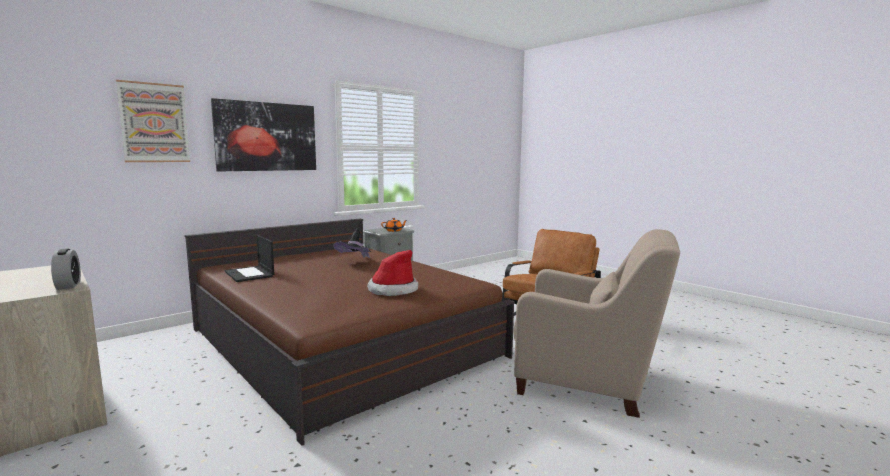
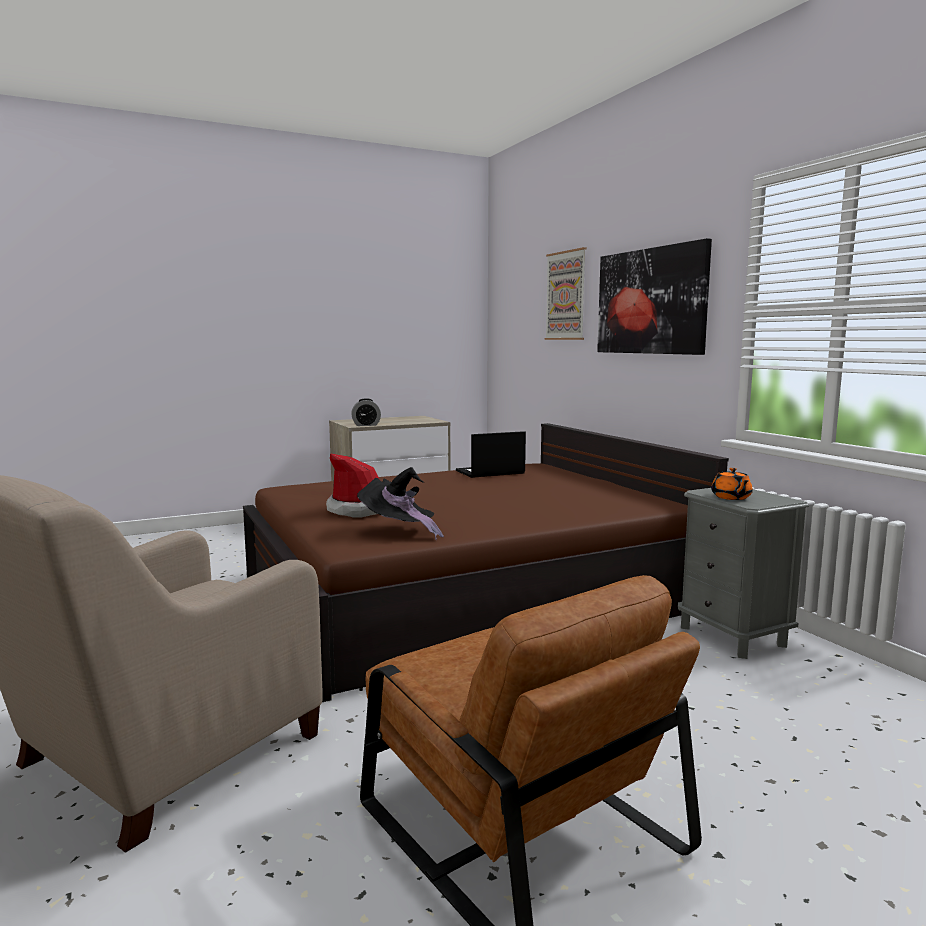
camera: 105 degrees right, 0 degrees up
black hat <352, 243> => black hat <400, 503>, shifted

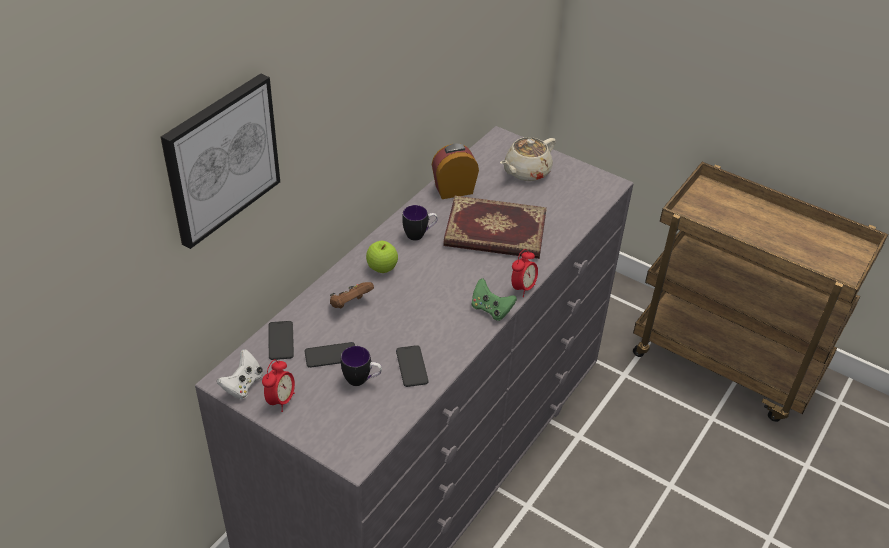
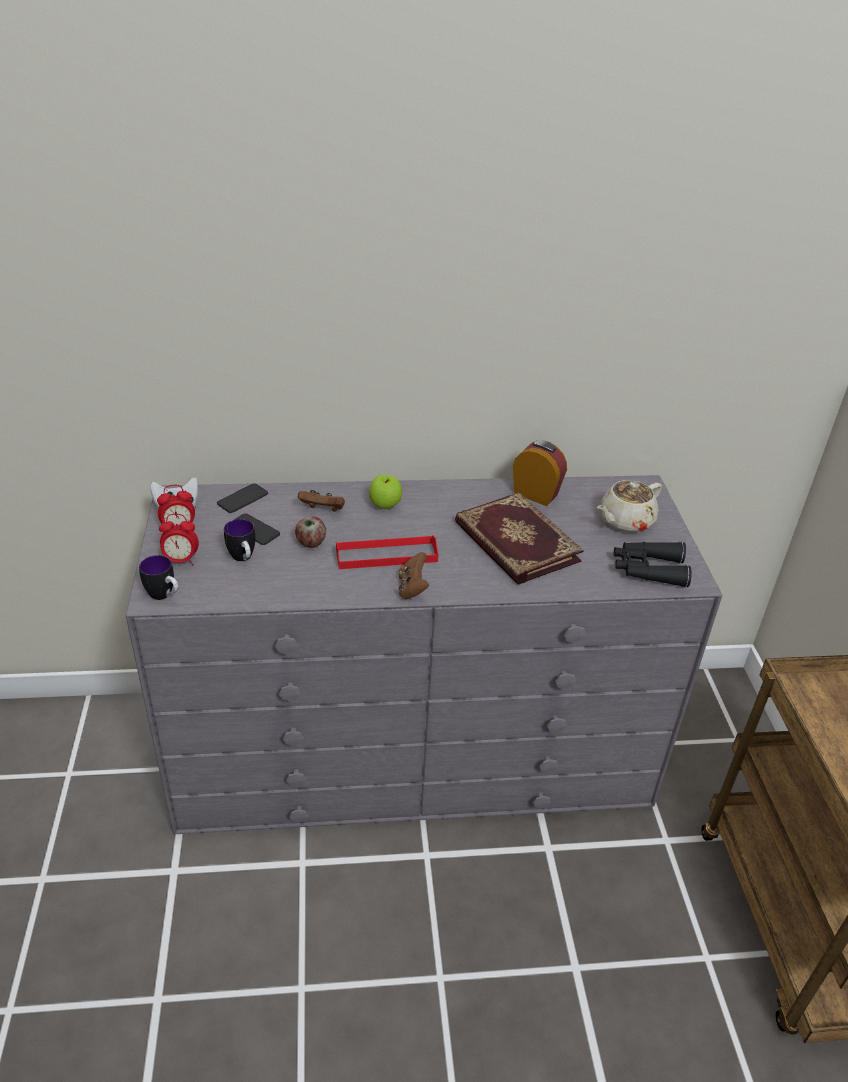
camera: 50 degrees right, 5 degrees down
wall picture <220, 161> => nothing
phone <412, 366> => nothing
nothing => apple <310, 532>
nothing => red tray <387, 552>
nothing => black binoculars <653, 564>
coffee mug <420, 223> => coffee mug <159, 577>, shifted
alarm clock <524, 273> => alarm clock <179, 540>, shifted
greenish game controller <494, 299> => brown game controller <414, 575>
sand-coloured tea pot <528, 159> => sand-coloured tea pot <629, 506>, 45 degrees counterclockwise

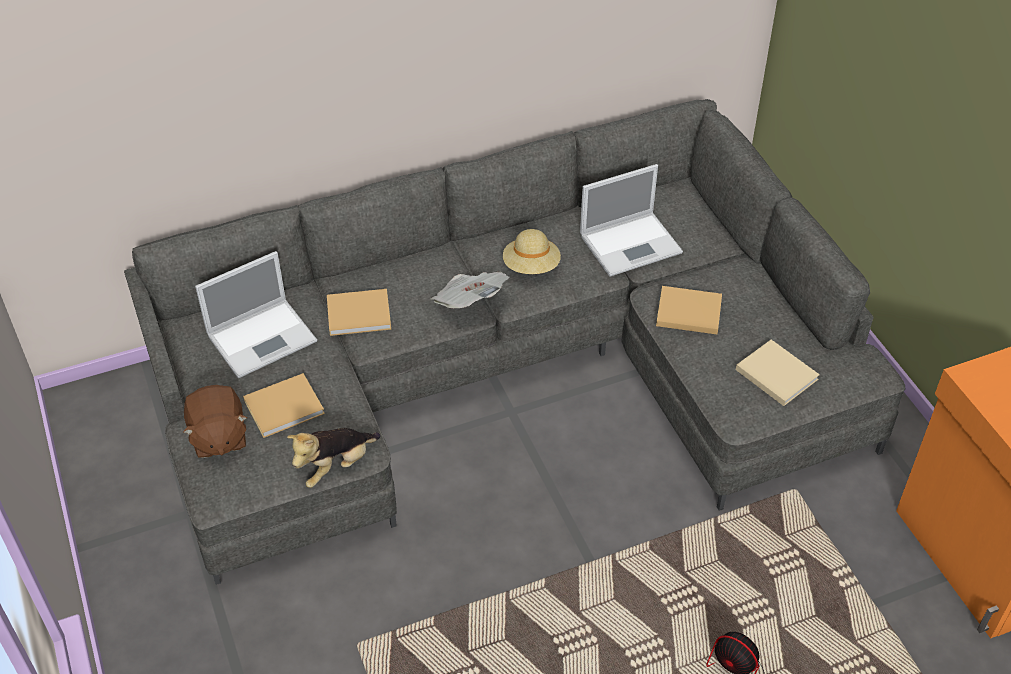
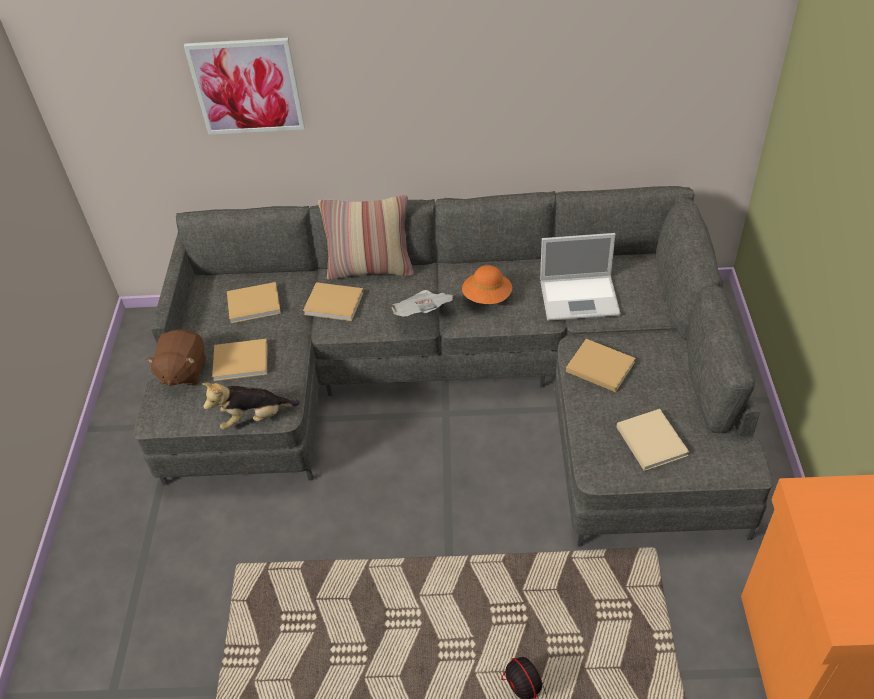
camera: 25 degrees right, 0 degrees up
nothing => wall picture <244, 86>
nothing => throw pillow <366, 237>
notebook computer <256, 314> => sand-coloured bound book <254, 302>
sand-coloured hat <532, 251> => orange hat <487, 284>

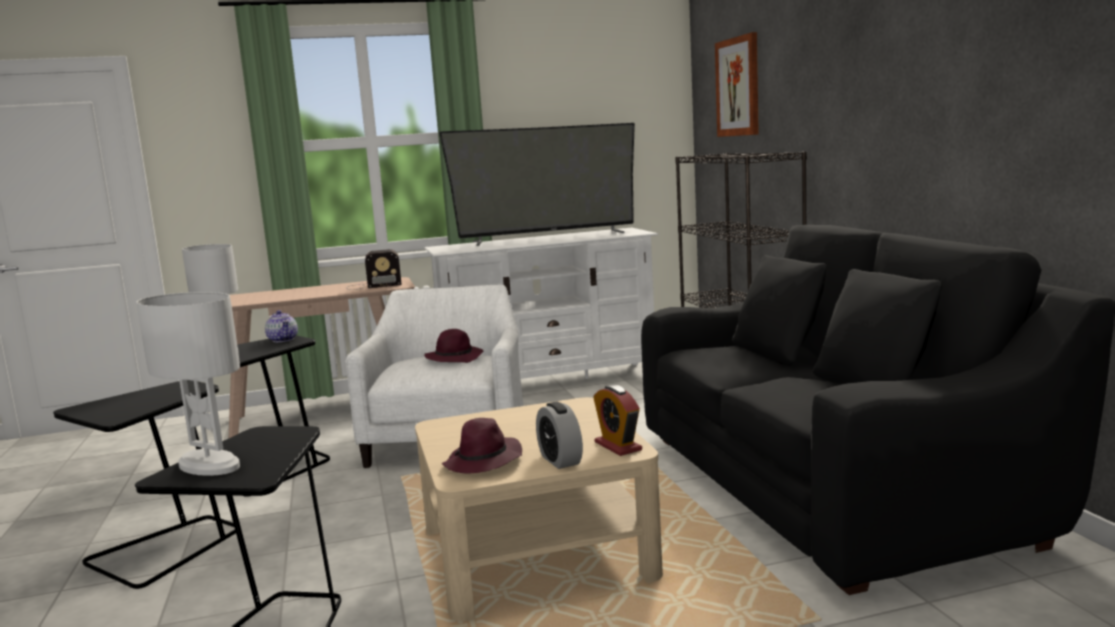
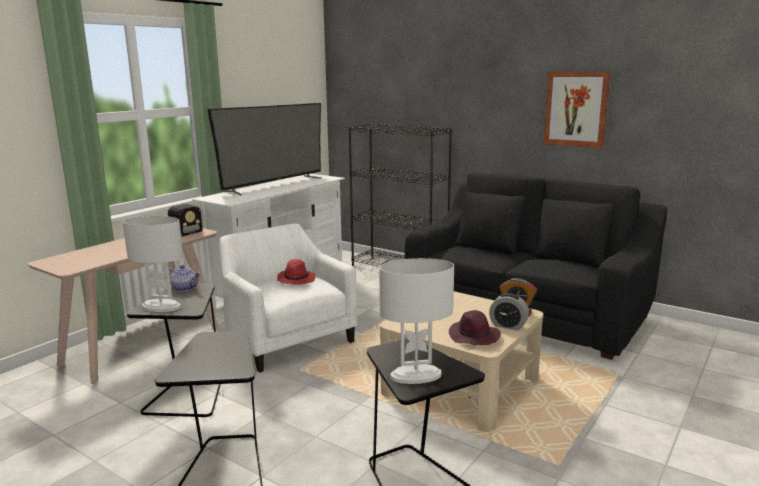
camera: 40 degrees left, 5 degrees up
wall picture <737, 84> => wall picture <577, 110>, shifted
purple hat <453, 346> => red hat <296, 272>

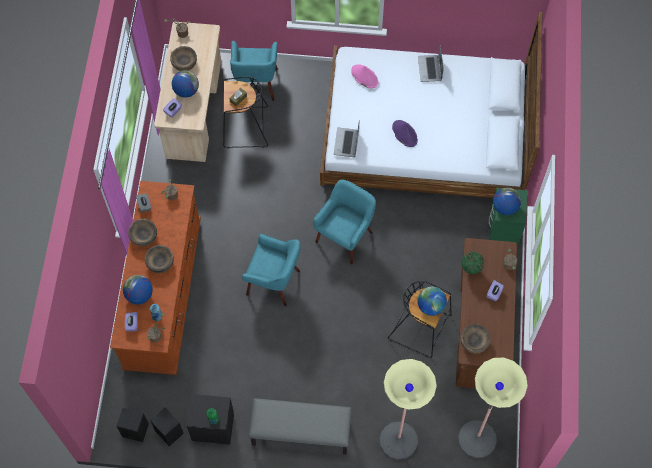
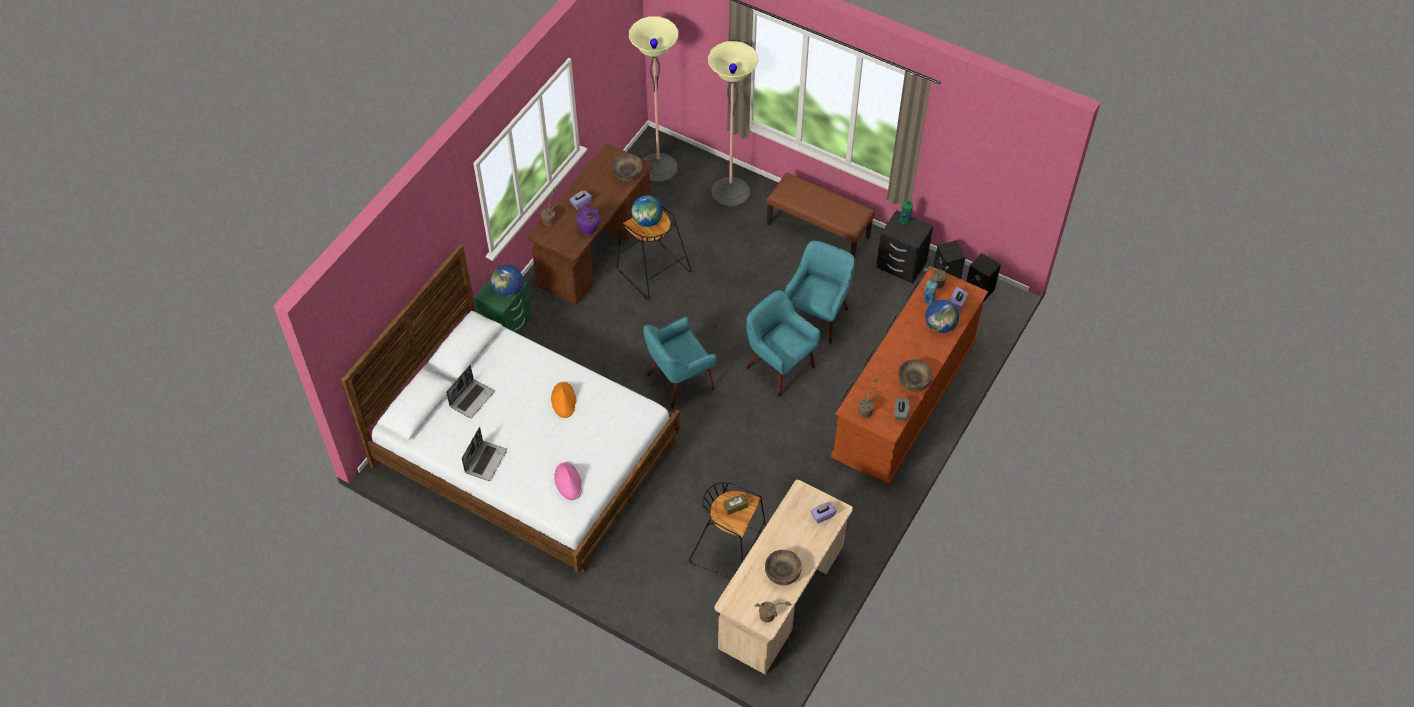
camera: 155 degrees left, 10 degrees down
brown deep dish <159, 259> => nothing
world globe <185, 84> => nothing
turquoise-coloured easy chair <254, 71> => turquoise-coloured easy chair <820, 292>, shifted
notebook computer <346, 140> => notebook computer <470, 391>, shifted
greyish bench <300, 426> => brown bench <820, 215>
purple hat <405, 133> => orange hat <563, 400>
greenish decorative vase <473, 263> => purple decorative vase <588, 219>

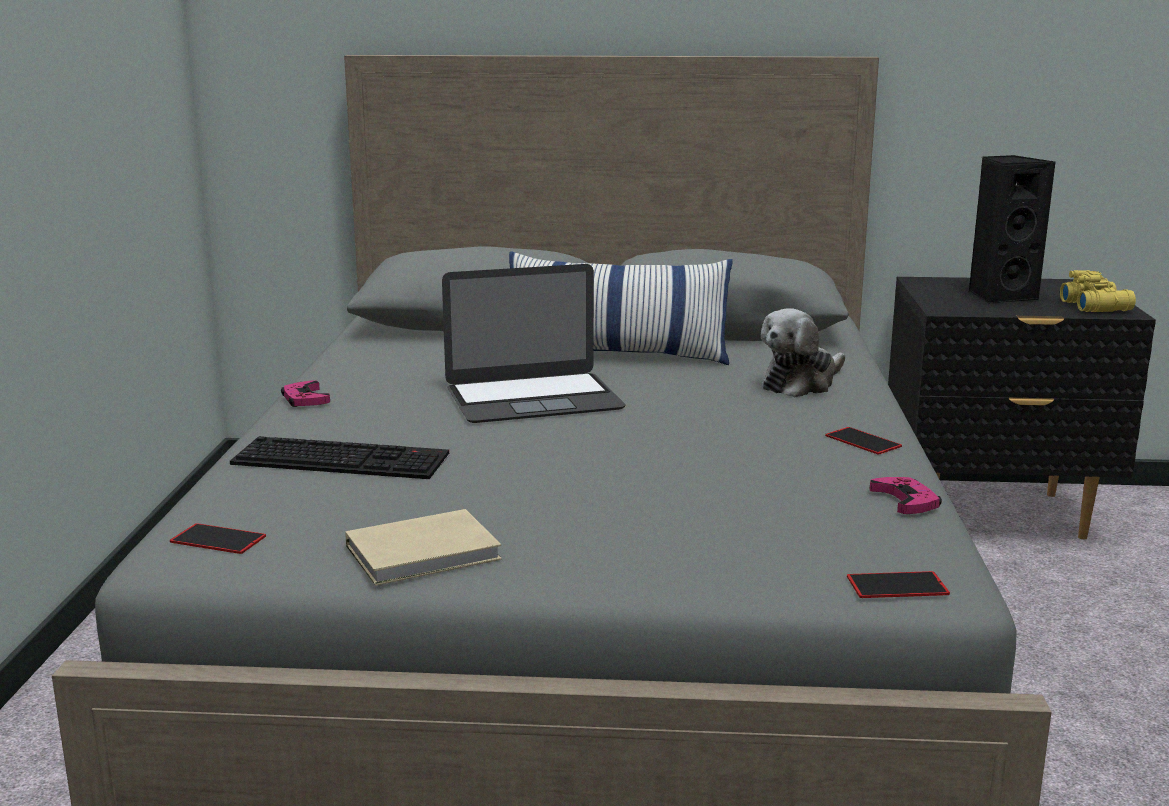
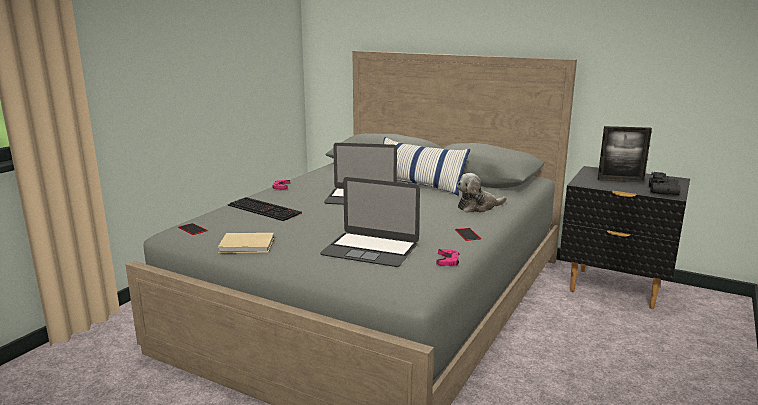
camera: 25 degrees right, 0 degrees up
phone <898, 584> => nothing
nothing => notebook computer <370, 222>
black audio speaker <1012, 229> => picture frame <625, 154>
yellow binoculars <1098, 291> => black binoculars <664, 183>

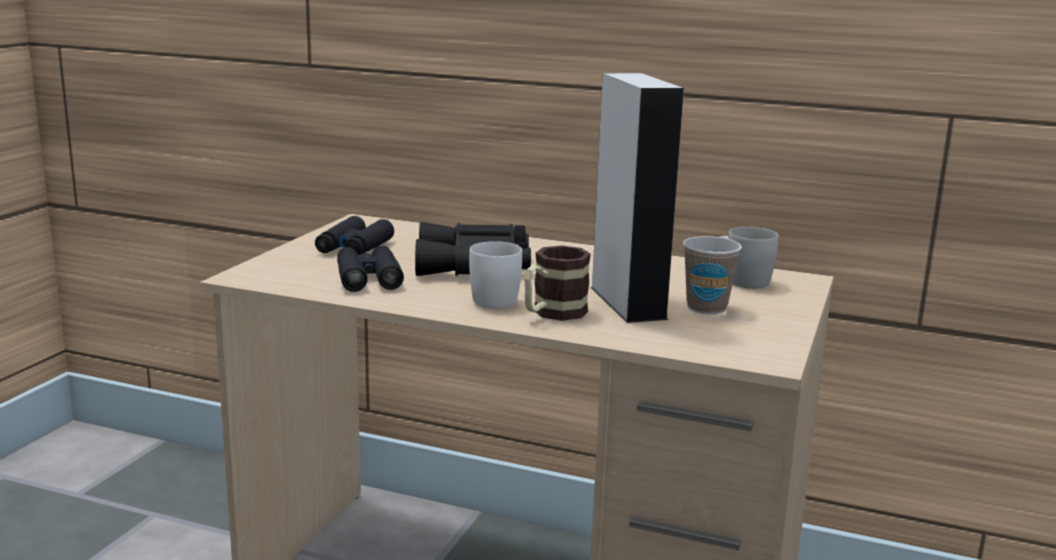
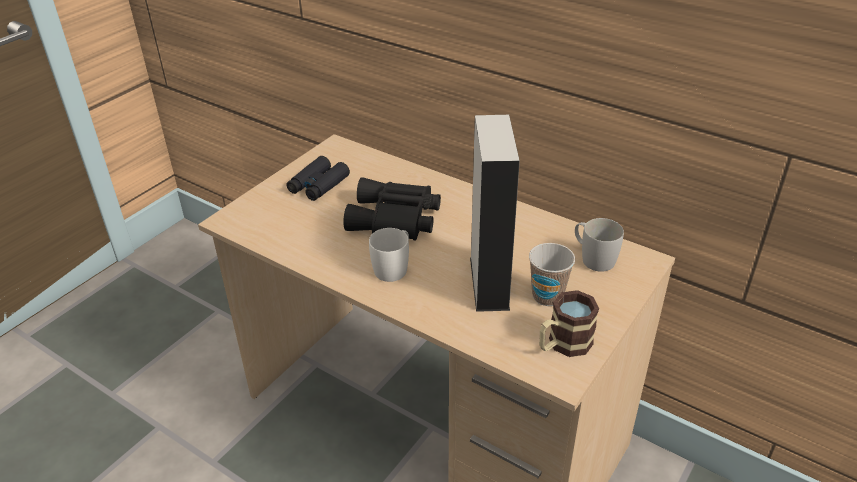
camera: 15 degrees right, 20 degrees up
black binoculars <370, 268> => nothing
coffee mug <557, 283> => coffee mug <569, 323>, shifted

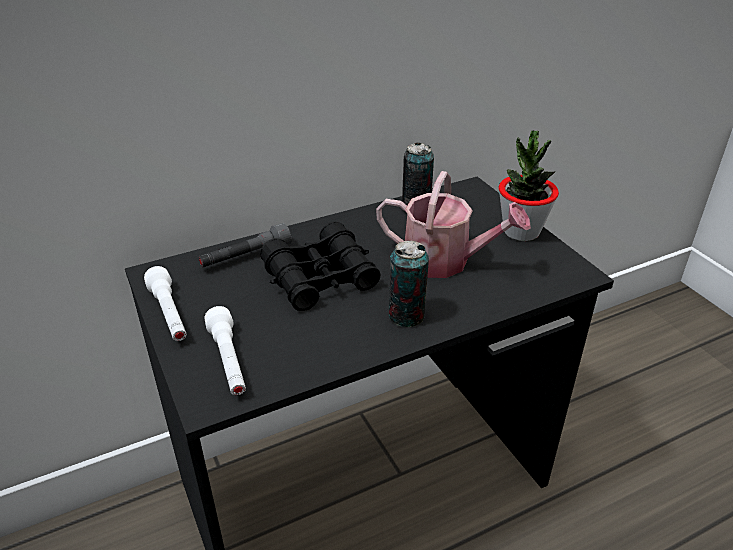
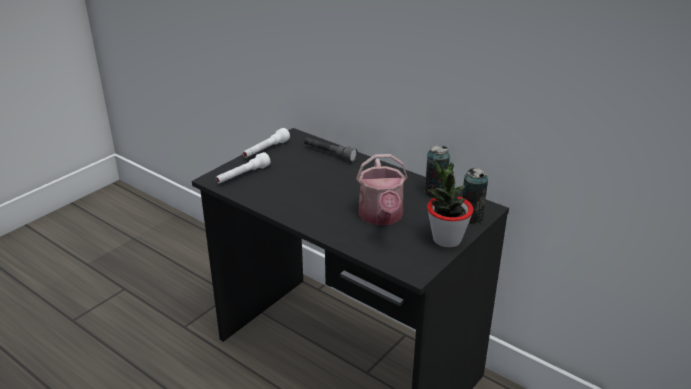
camera: 65 degrees right, 5 degrees down
black binoculars <320, 266> => nothing
metal can <409, 284> => metal can <475, 196>, shifted

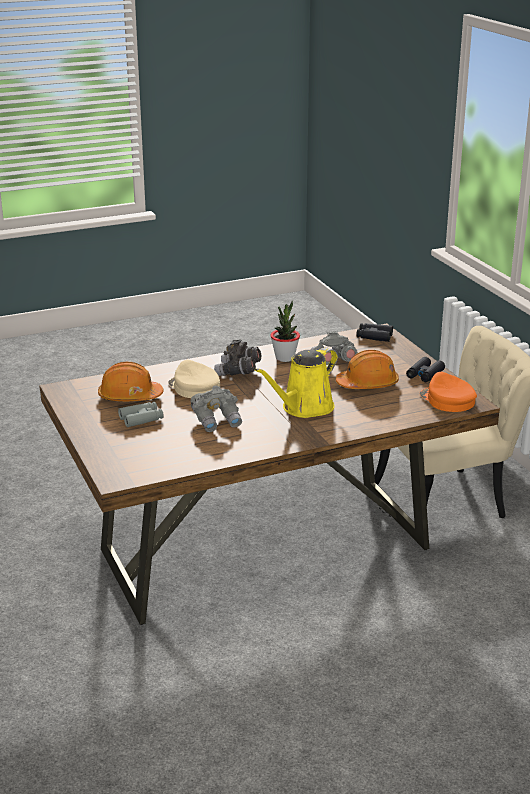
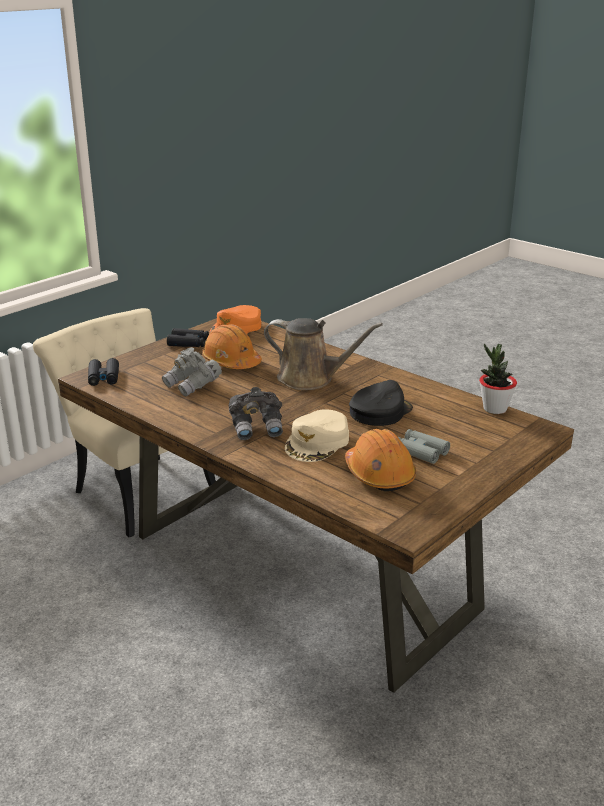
camera: 115 degrees left, 0 degrees up
plant in a pot <285, 331> => plant in a pot <498, 378>, shifted
greyish binoculars <216, 408> => black peaked cap <381, 403>
yellow watering can <296, 382> => brown watering can <323, 354>

